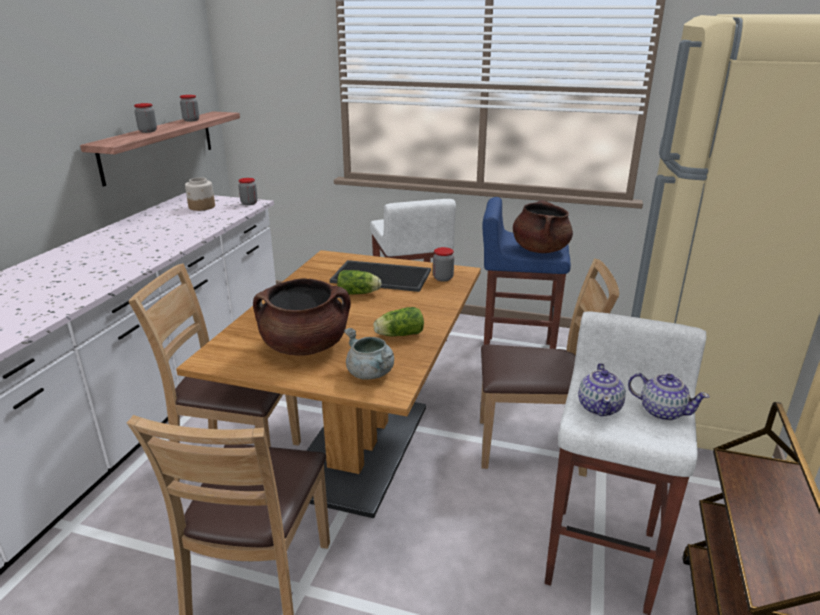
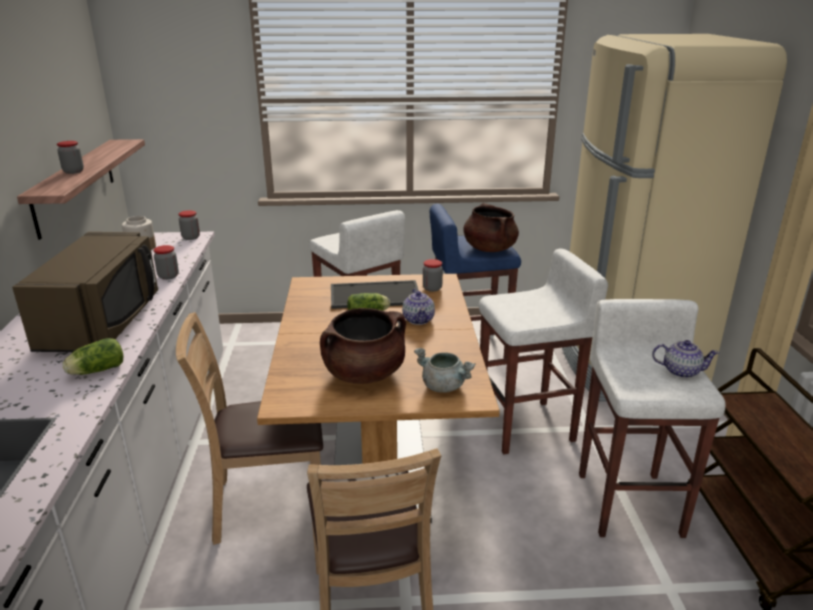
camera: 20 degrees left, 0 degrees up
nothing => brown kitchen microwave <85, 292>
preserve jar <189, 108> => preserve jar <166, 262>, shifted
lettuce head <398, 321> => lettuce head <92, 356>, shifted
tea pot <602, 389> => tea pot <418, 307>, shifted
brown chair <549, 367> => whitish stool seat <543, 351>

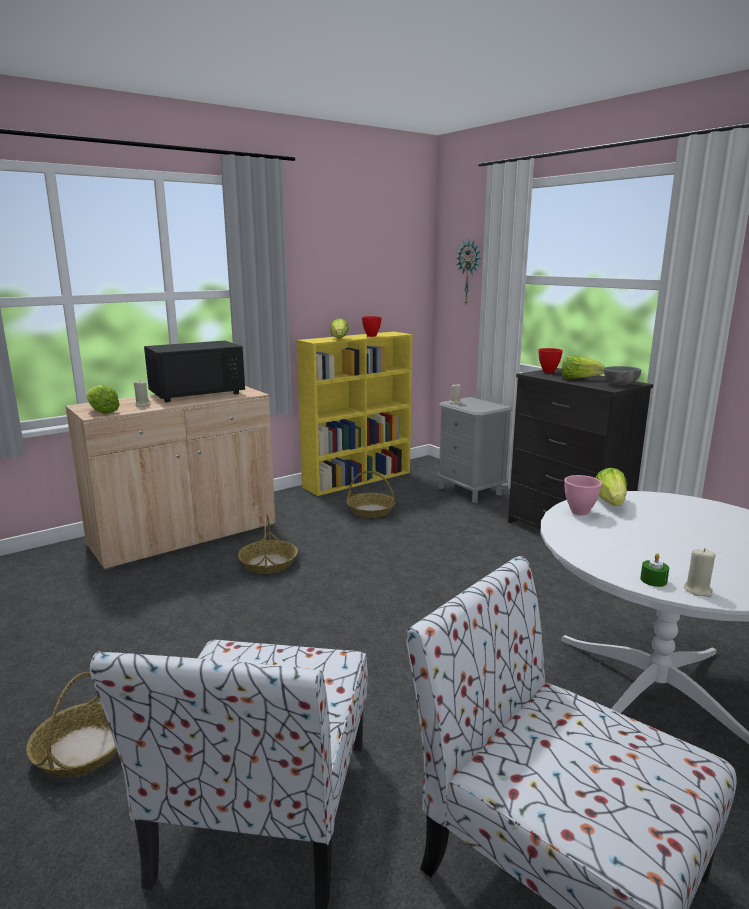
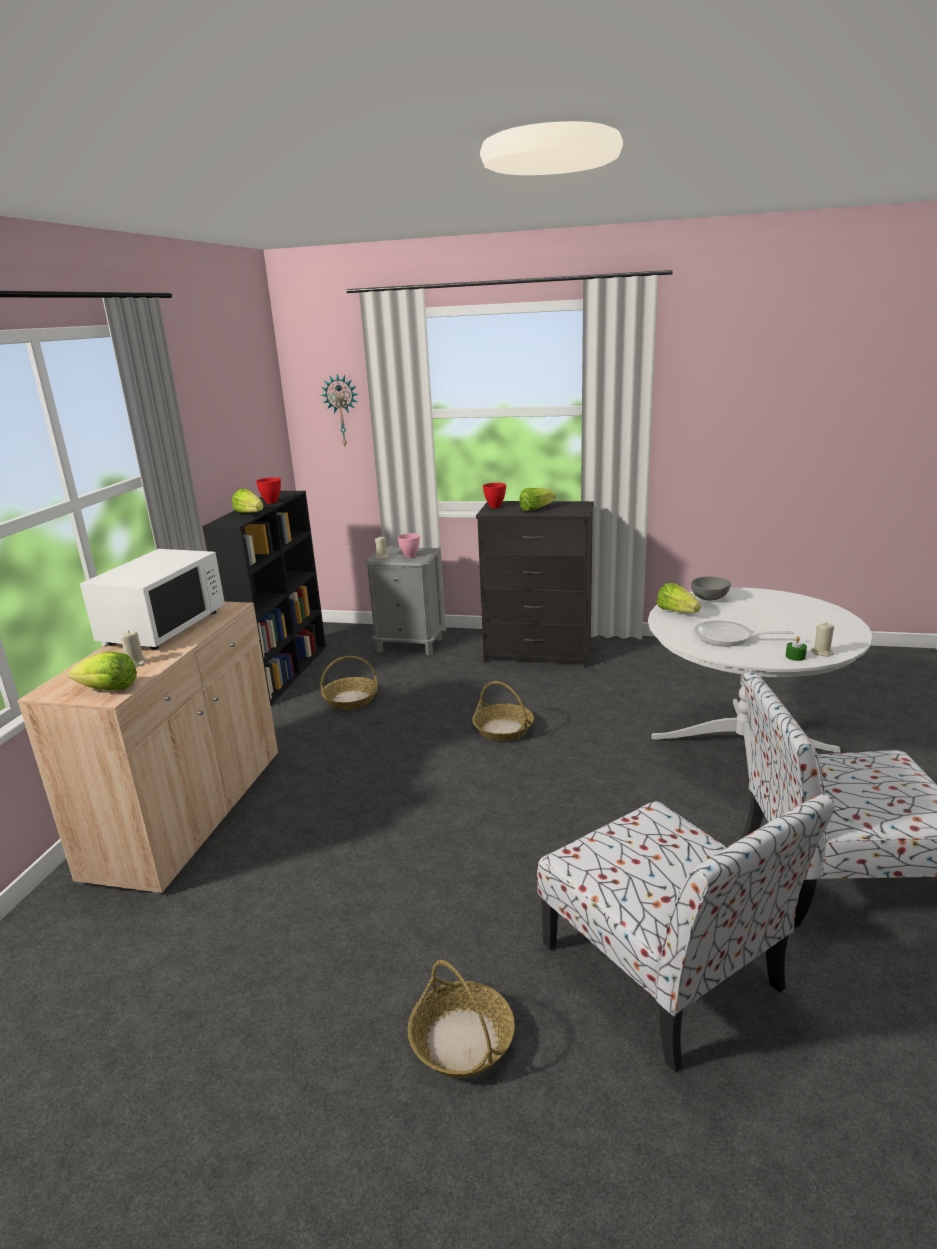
camera: 40 degrees left, 5 degrees up
nothing => skillet <744, 633>
household basket <268, 544> => household basket <503, 711>, shifted
pinkish deep dish <583, 495> => pinkish deep dish <409, 545>, shifted
greyish deep dish <622, 375> => greyish deep dish <711, 589>, shifted
black kitchen microwave <194, 371> => whitish kitchen microwave <152, 599>
yellow bookcase <354, 414> => black bookcase <264, 598>

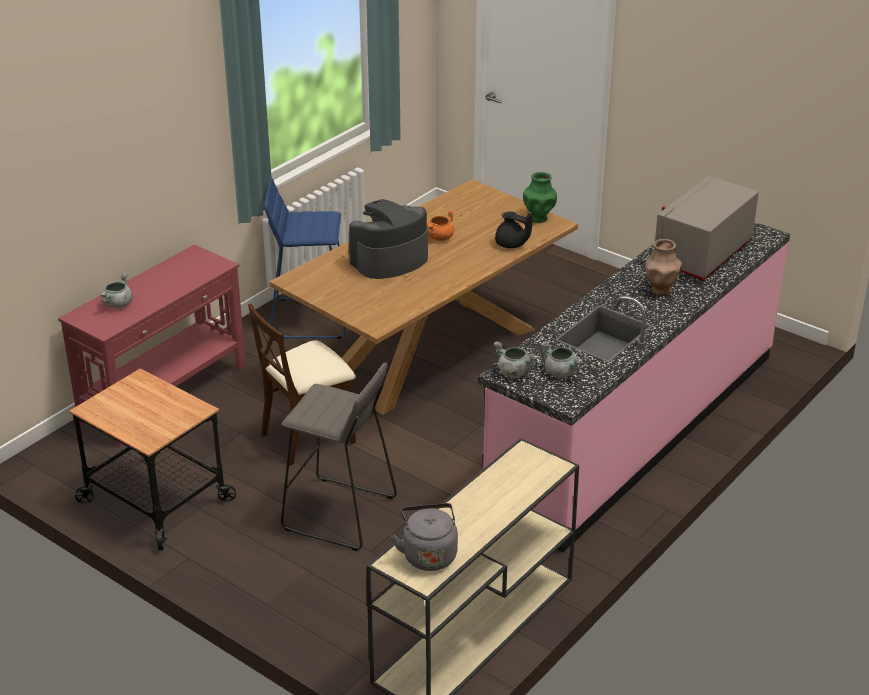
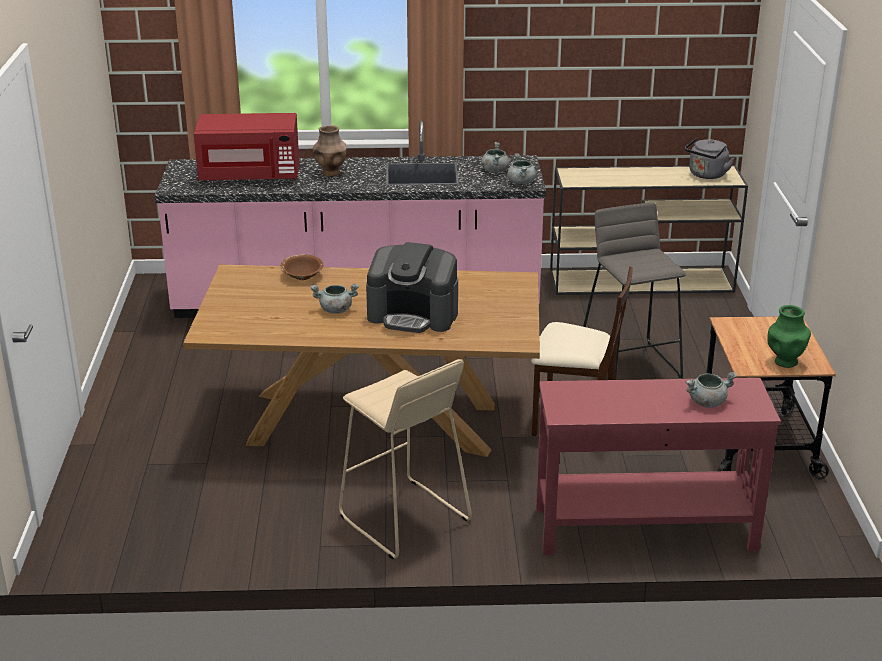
camera: 130 degrees left, 5 degrees down
greenish decorative vase <540, 197> => greenish decorative vase <789, 336>, shifted
black tea pot <513, 229> => brown deep dish <301, 267>
bluish stool seat <304, 258> => sand-coloured stool seat <405, 459>
orange cooking pot <441, 225> => greyish cooking pot <334, 299>
greyish kitchen microwave <707, 228> => red kitchen microwave <246, 147>

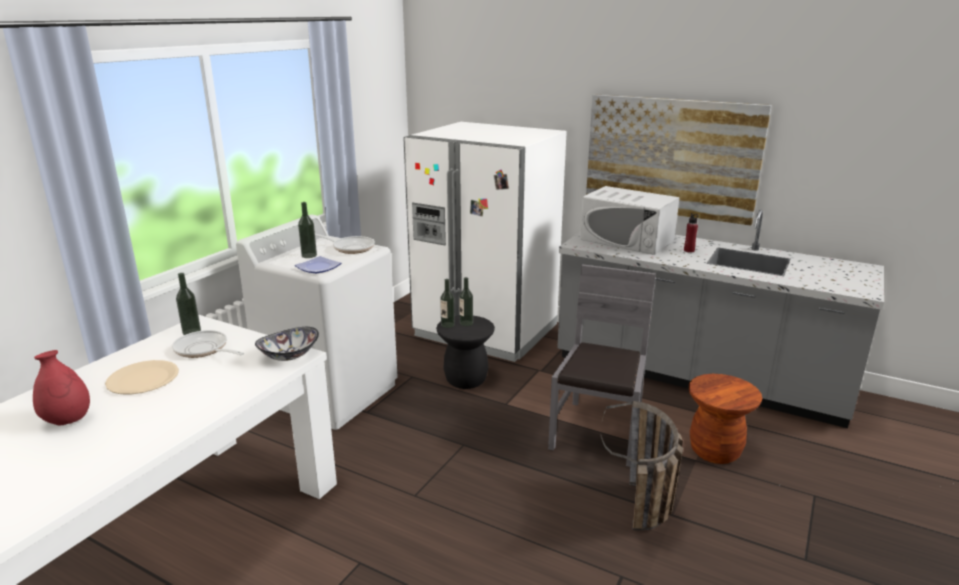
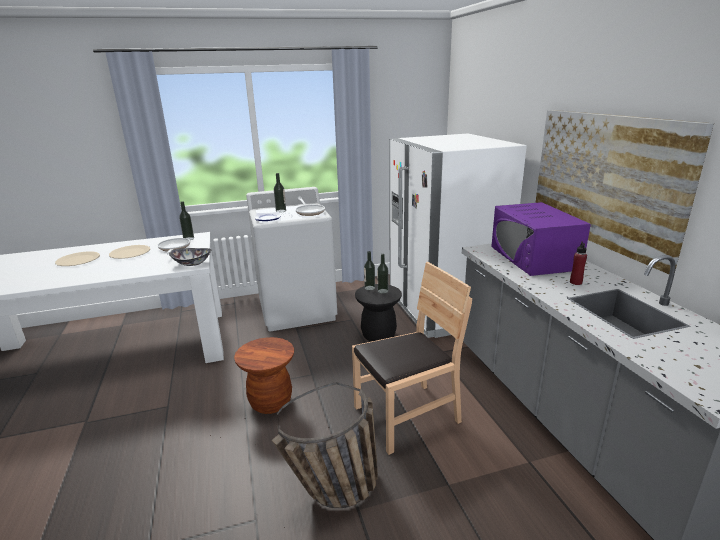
camera: 45 degrees right, 0 degrees up
brown stool seat <725, 419> => brown stool seat <264, 375>, shifted
red decorative vase <61, 387> => sand-coloured dinner plate <77, 258>
greyish chair <602, 365> => brown chair <412, 358>
whitish kitchen microwave <630, 220> => purple kitchen microwave <541, 239>

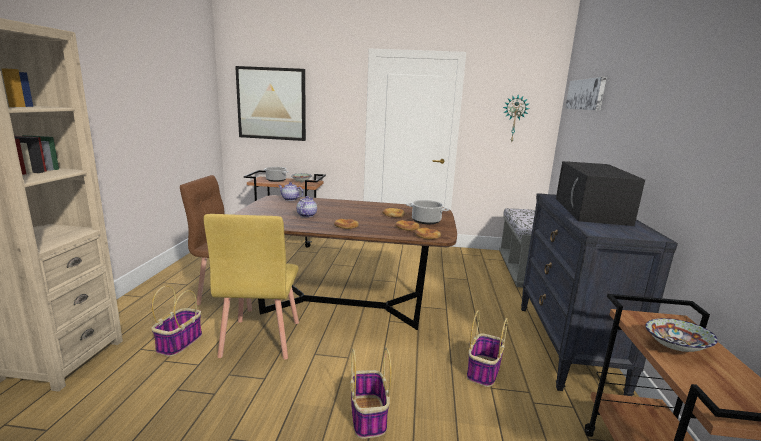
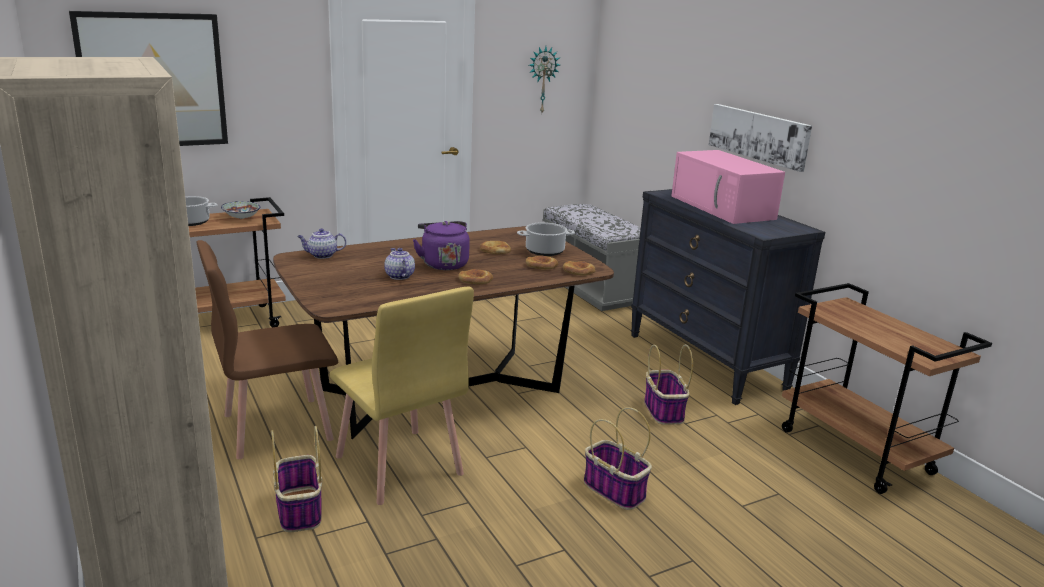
camera: 35 degrees left, 5 degrees up
deep dish <681, 335> => nothing
nothing => purple water kettle <441, 245>
wall picture <586, 94> => wall picture <760, 138>, shifted
black kitchen microwave <600, 193> => pinkish kitchen microwave <728, 187>

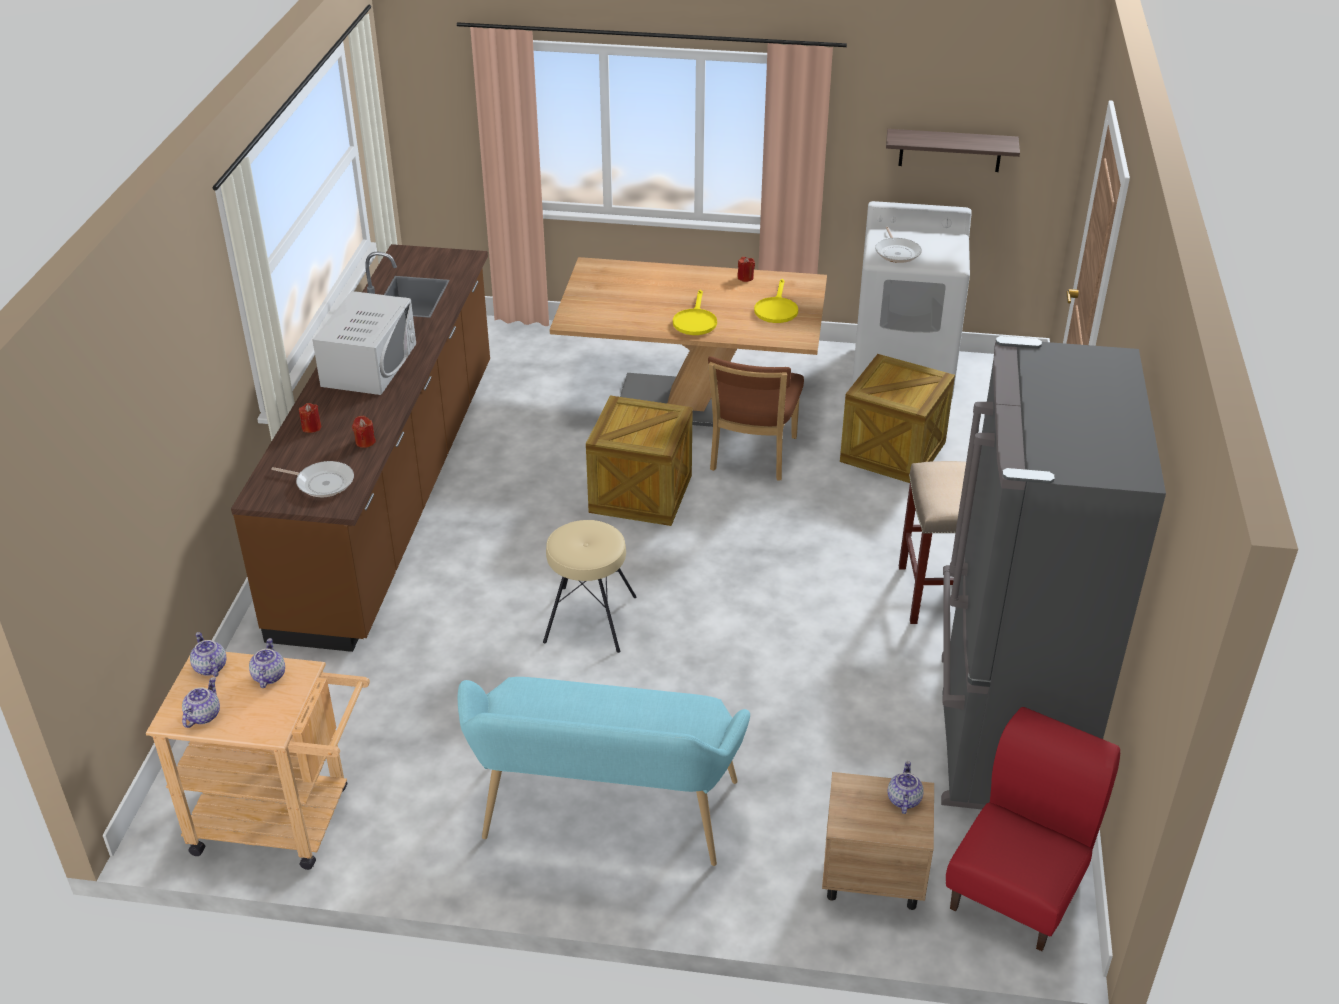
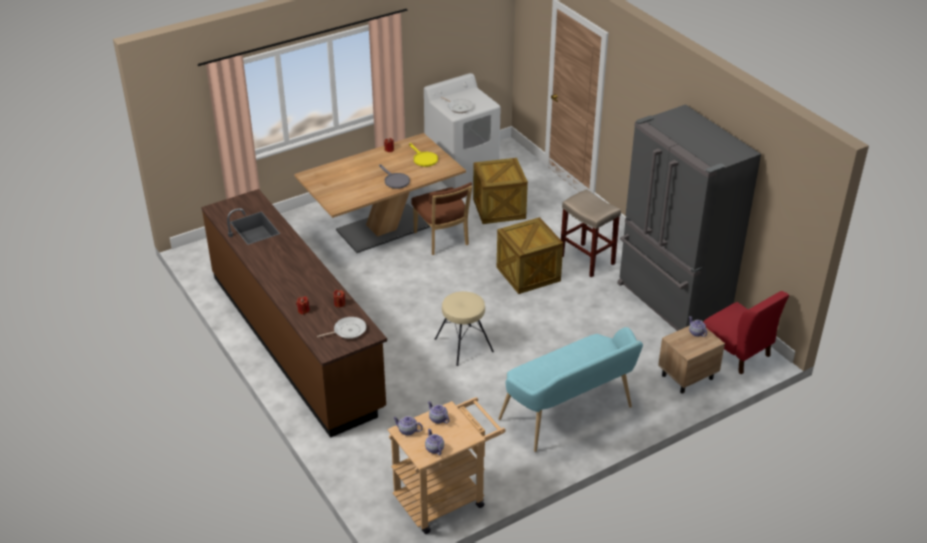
camera: 40 degrees left, 0 degrees up
whitish kitchen microwave <364, 343> => nothing
wall shelf <953, 150> => nothing
packing crate <639, 460> => packing crate <530, 255>, shifted
yellow skillet <695, 312> => greyish skillet <394, 176>
red chair <1033, 829> => red chair <746, 333>, 150 degrees clockwise

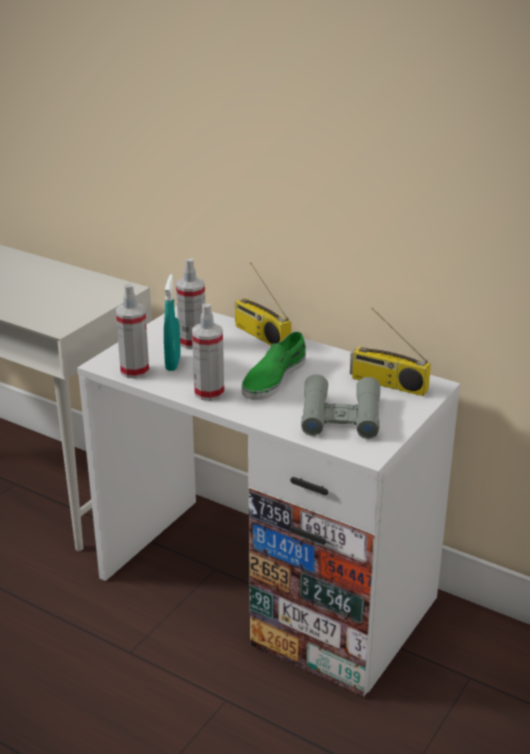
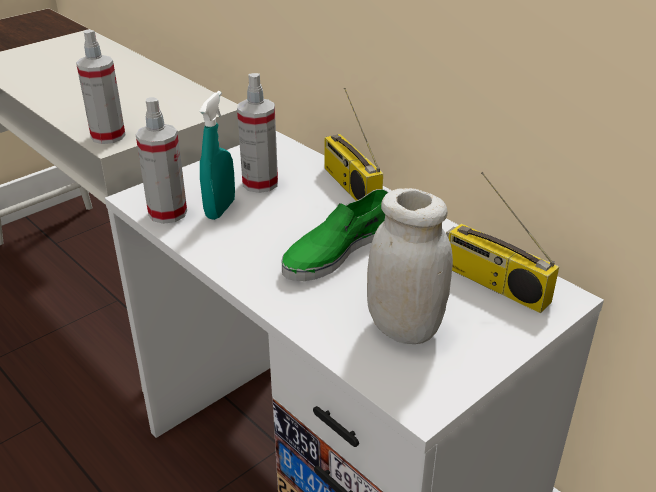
camera: 15 degrees right, 5 degrees up
spray bottle <208, 352> => spray bottle <100, 87>, shifted
greyish binoculars <340, 406> => whitish preserve jar <410, 266>

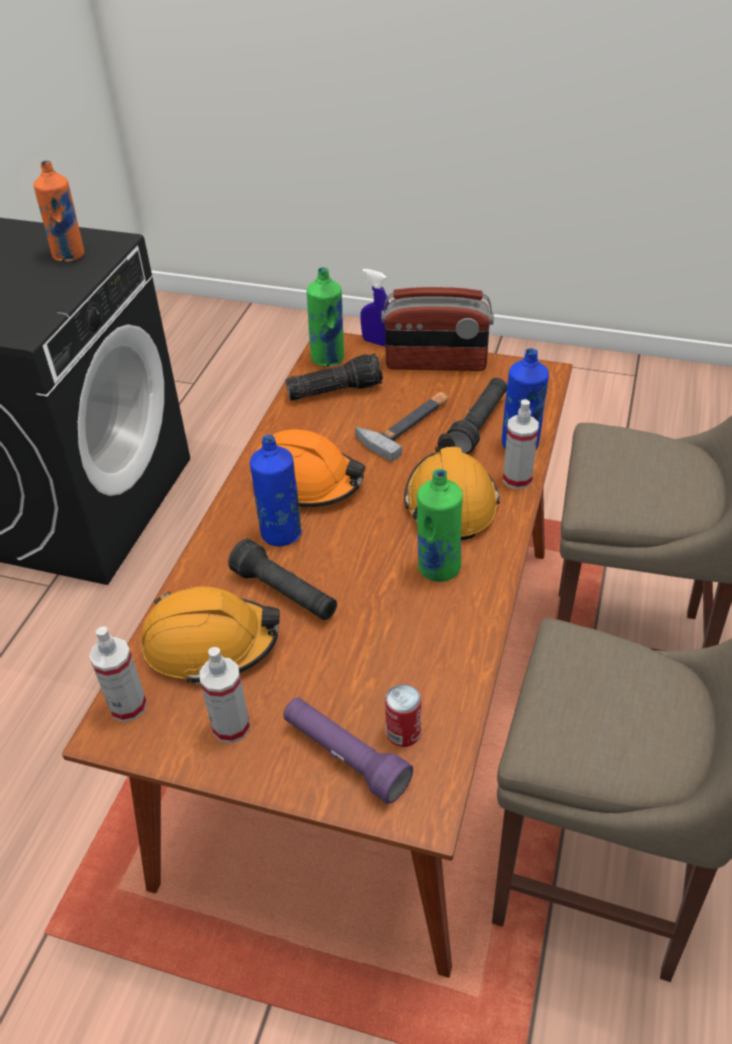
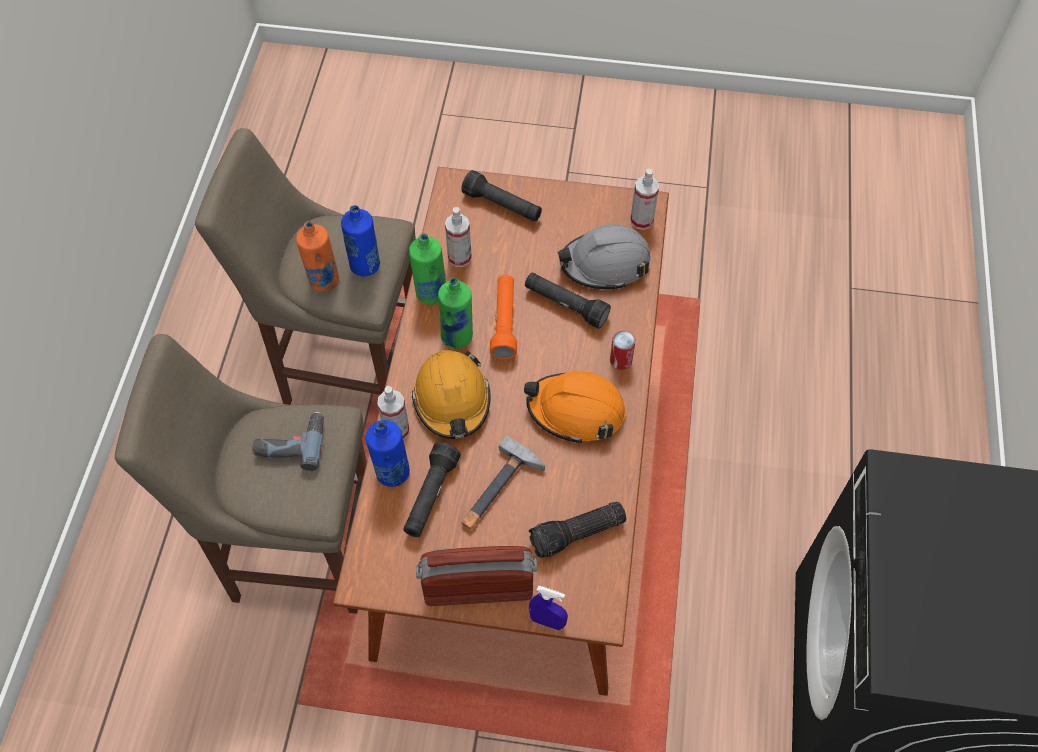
camera: 170 degrees right, 15 degrees up
nothing => electric drill <288, 441>
nothing => orange flashlight <503, 317>
orange bottle <59, 211> => orange bottle <317, 256>, shifted
spray bottle <224, 695> => spray bottle <458, 237>, shifted
bluish bottle <276, 490> => bluish bottle <360, 240>, shifted
greenish bottle <325, 316> => greenish bottle <427, 269>, shifted
metal can <403, 715> => metal can <623, 350>, shifted
orange safety helmet <210, 635> => greyish safety helmet <604, 257>
purple flashlight <348, 751> => black flashlight <501, 196>

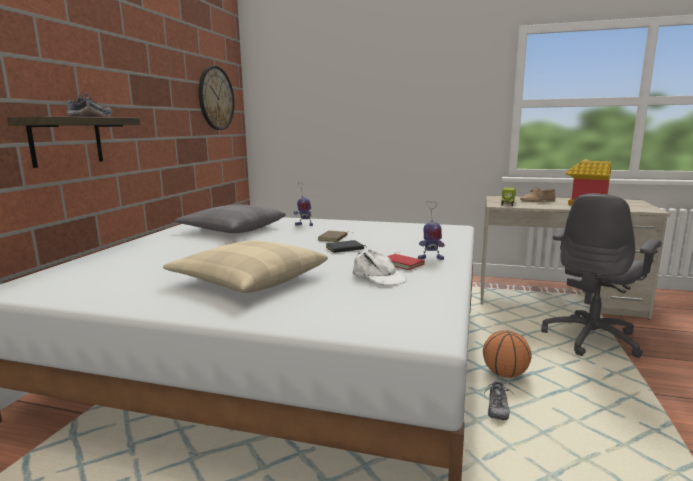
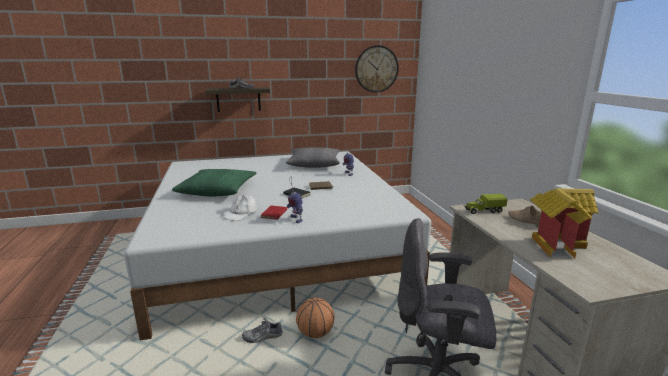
camera: 60 degrees right, 5 degrees up
sand-coloured throw pillow <245, 266> => greenish throw pillow <214, 182>

